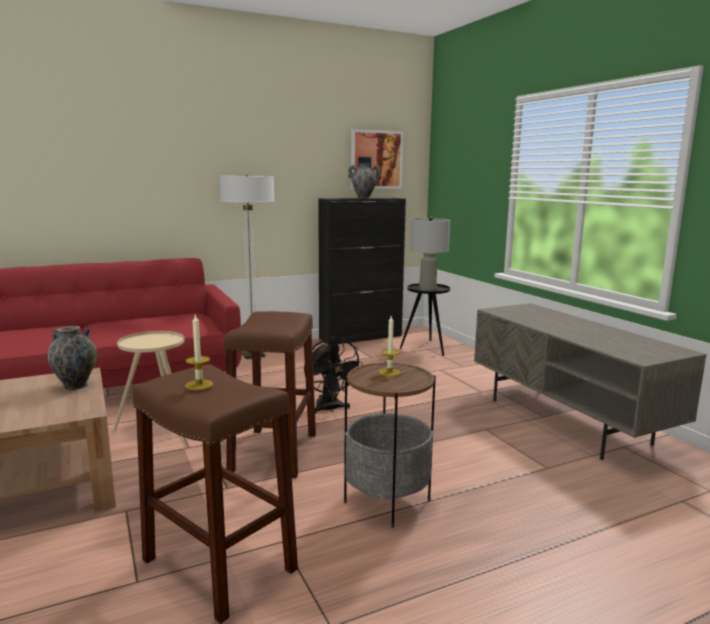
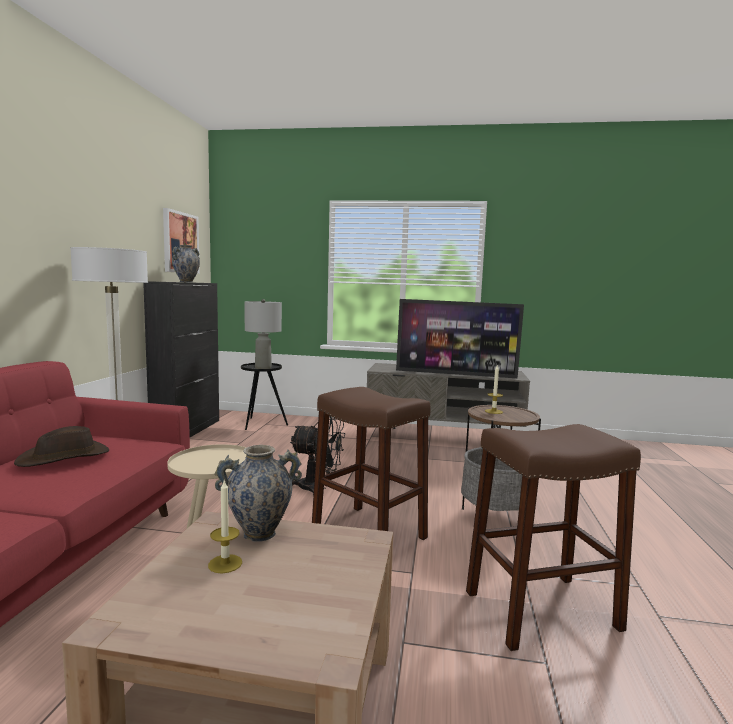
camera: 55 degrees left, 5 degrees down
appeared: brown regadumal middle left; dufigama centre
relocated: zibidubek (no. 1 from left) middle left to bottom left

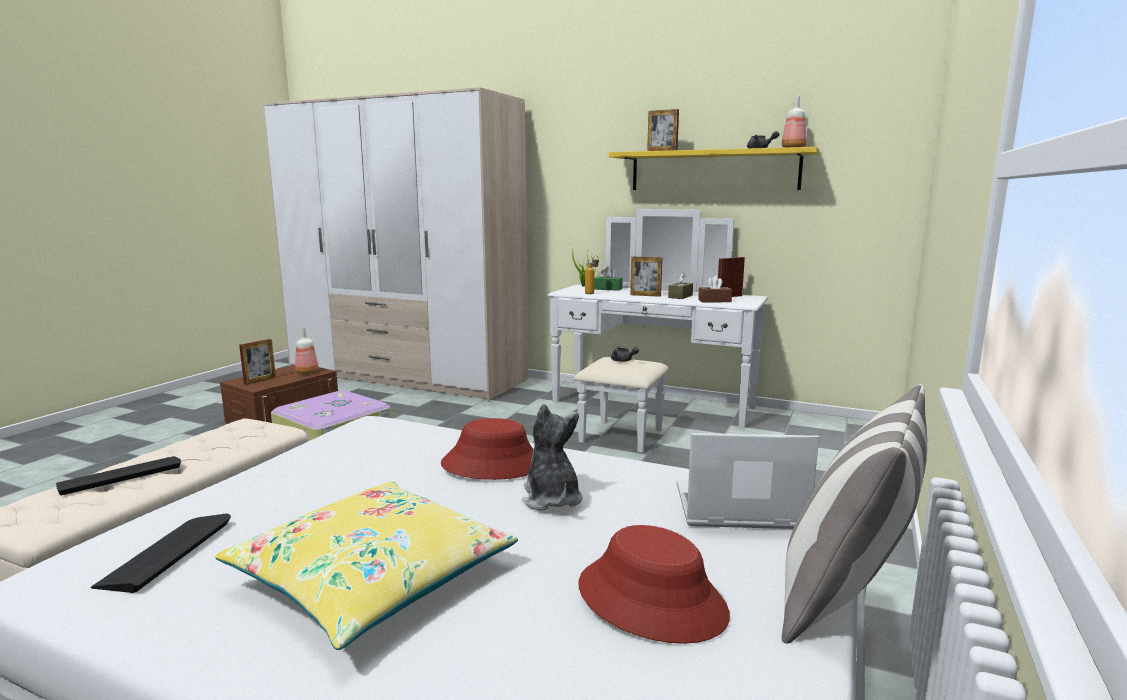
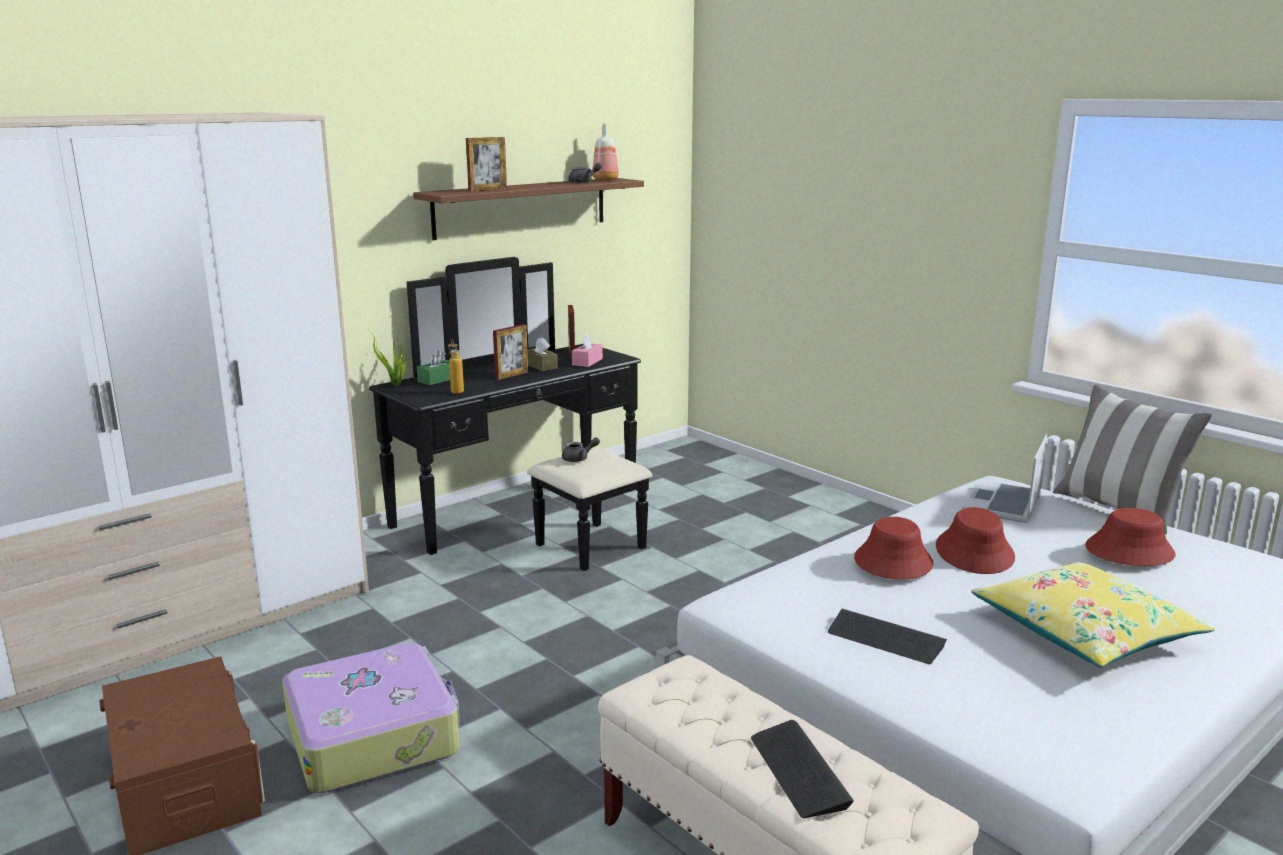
camera: 65 degrees left, 5 degrees up
missing: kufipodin (no. 1 from left) middle left; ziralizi (no. 1 from left) middle left
relocated: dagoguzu (no. 2 from left) bottom left to bottom right
exchanged: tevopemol centre to red regadumal (no. 2 from left) middle right
colour: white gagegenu centre to black gagegenu centre; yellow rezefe top centre to brown rezefe top centre; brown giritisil (no. 2 from left) centre to pink giritisil centre

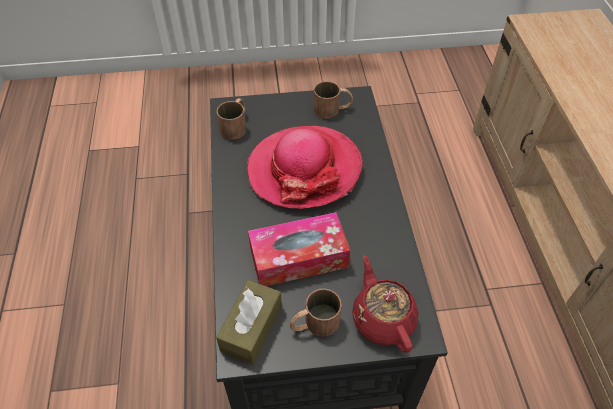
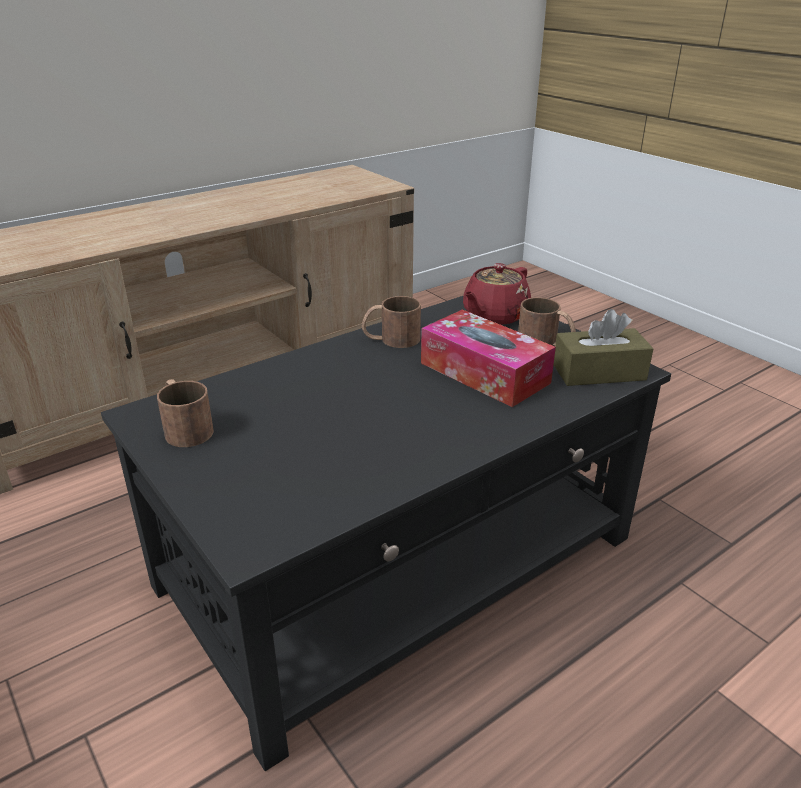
camera: 120 degrees left, 20 degrees down
missing: regadumal centre
relocated: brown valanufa (no. 1 from left in the first image) top centre to brown valanufa (no. 2 from left) centre

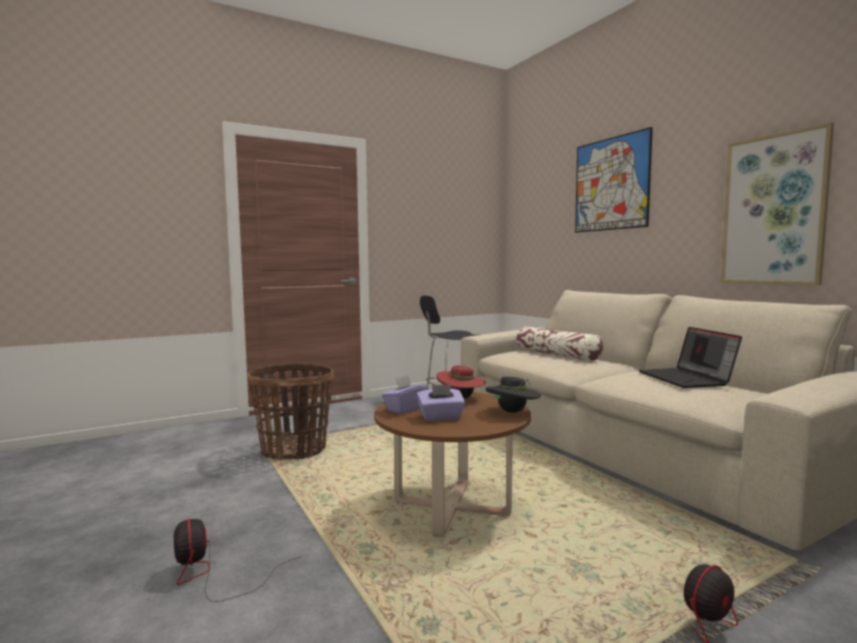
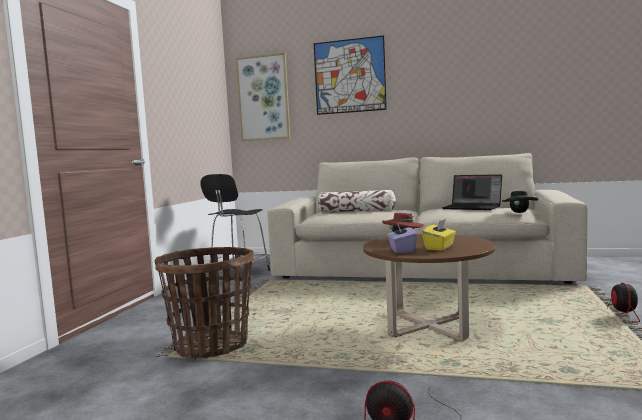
camera: 45 degrees left, 0 degrees up
relocated: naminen (no. 2 from left in the first image) top right to naminen (no. 1 from left) top centre; black regadumal centre to middle right
colour: purple giritisil (no. 2 from left) centre to yellow giritisil middle right

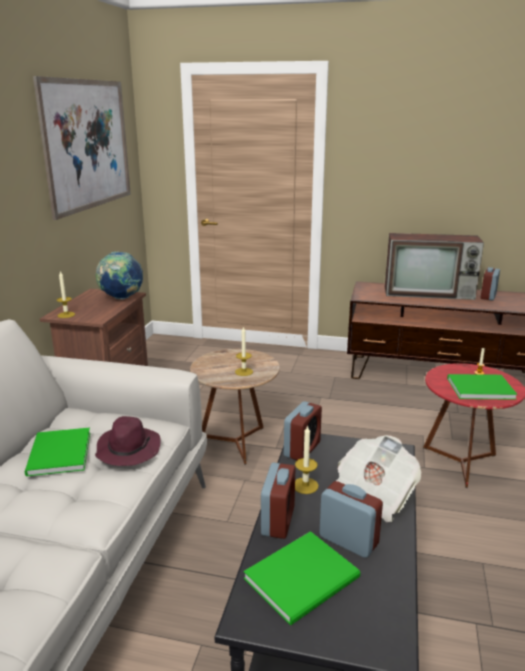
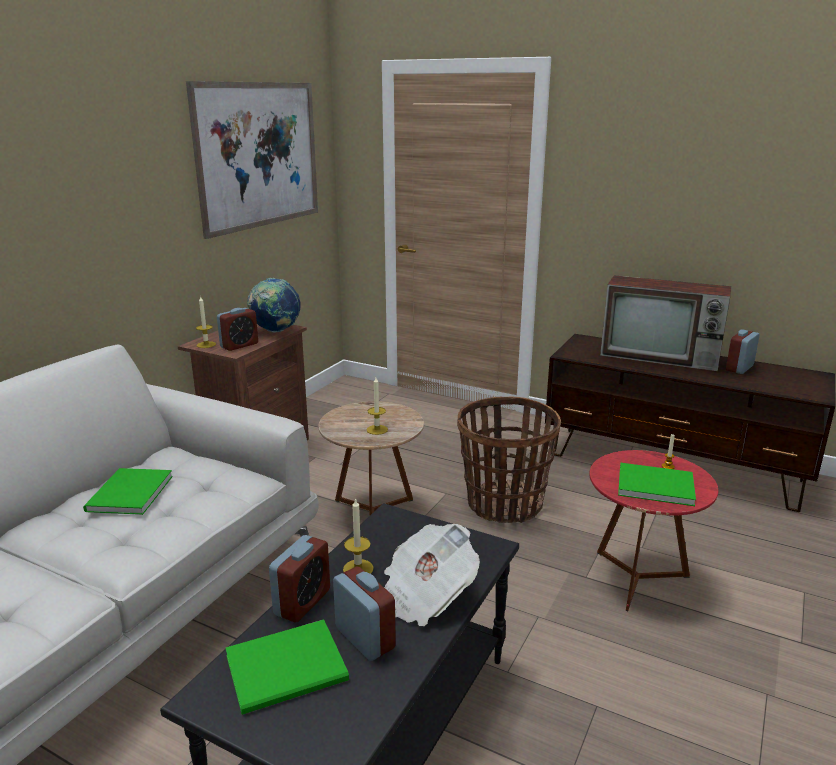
camera: 15 degrees right, 0 degrees up
missing: purple regadumal middle left
appeared: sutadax centre
relocated: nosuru (no. 2 from left in the first image) centre to nosuru (no. 1 from left) middle left

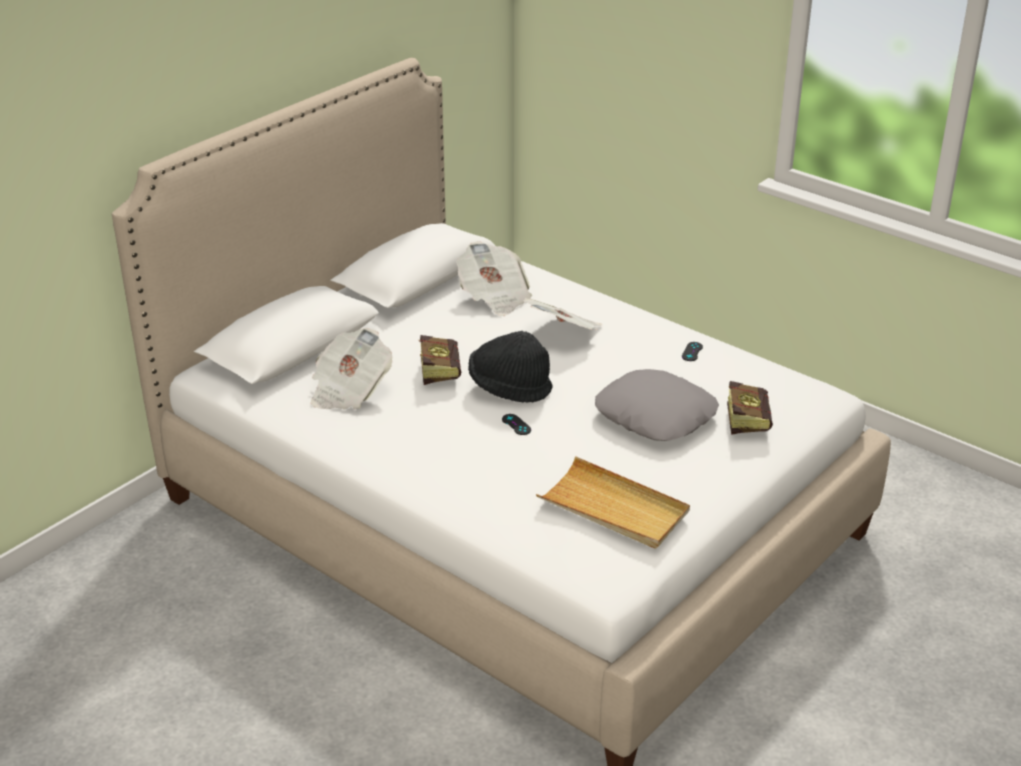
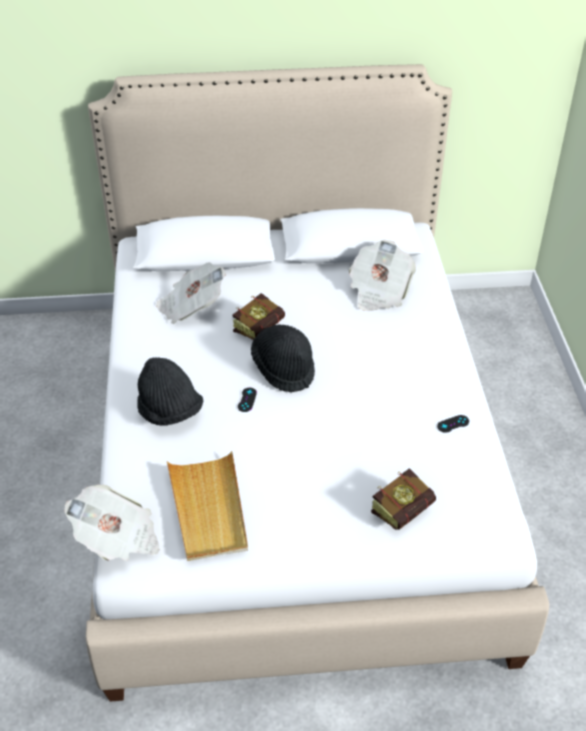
camera: 45 degrees right, 10 degrees up
missing: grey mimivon centre
appeared: black regadumal (no. 1 from left) middle left
relocated: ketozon (no. 3 from left in the first image) centre to ketozon (no. 1 from left) bottom left

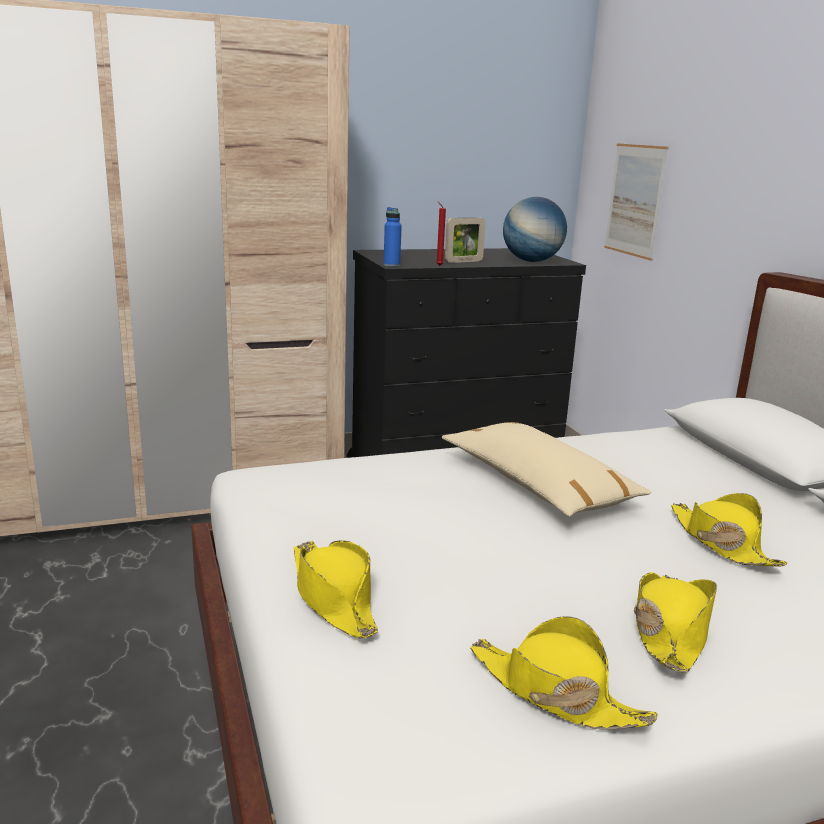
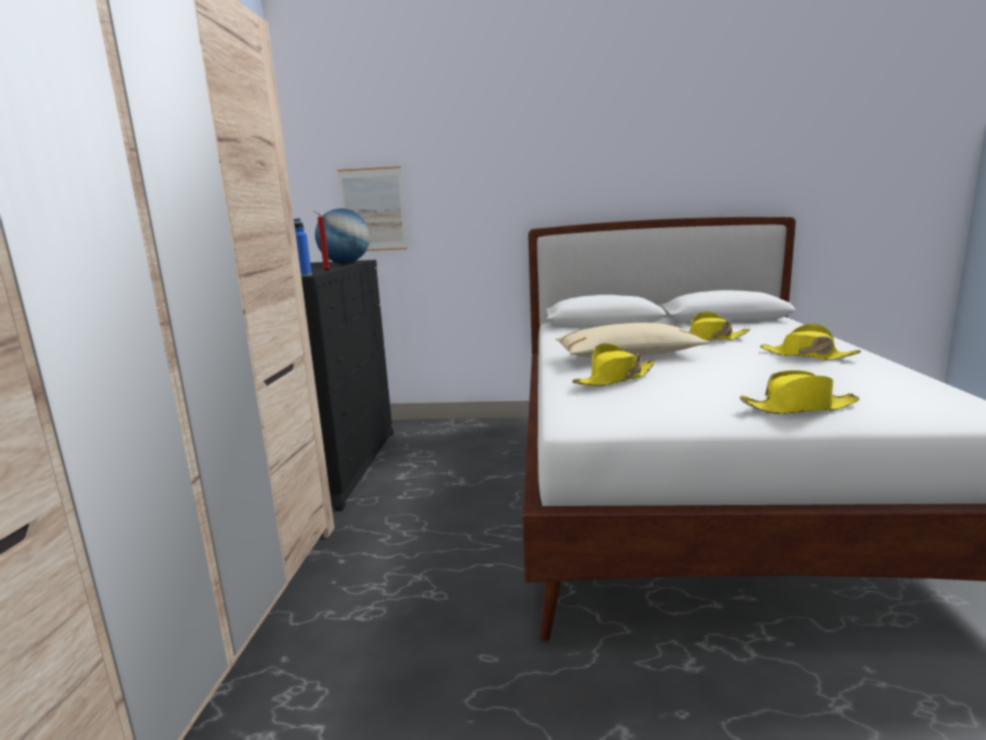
camera: 65 degrees left, 5 degrees down
missing: kufipodin top centre
relocated: yellow regadumal (no. 2 from left in the first image) bottom right to yellow regadumal (no. 1 from left) centre

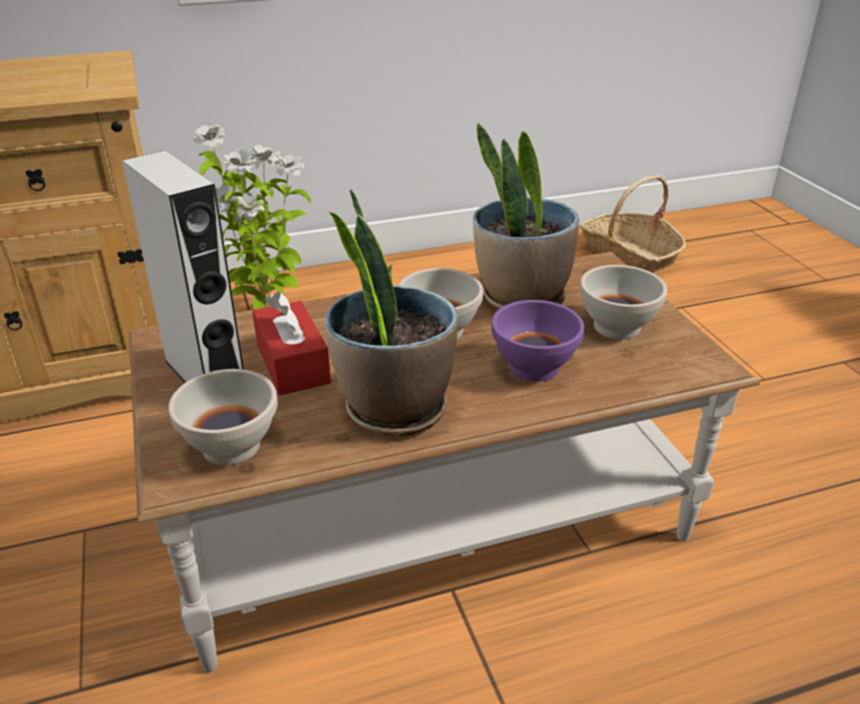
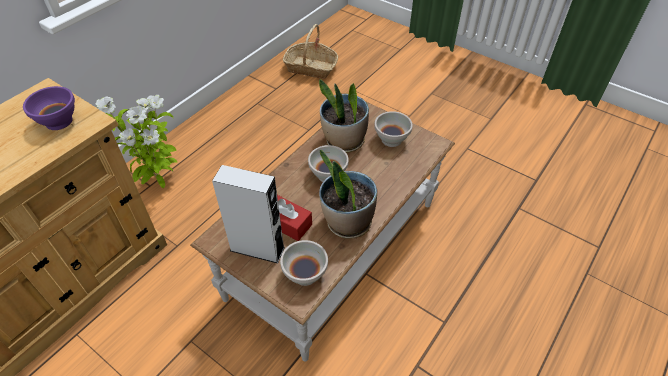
camera: 35 degrees left, 15 degrees up
relocated: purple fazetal centre to top left

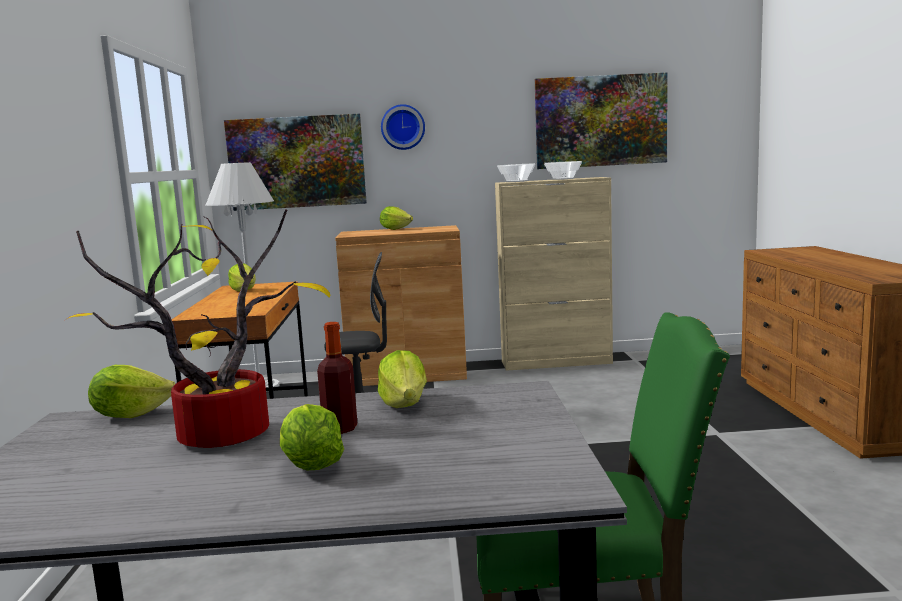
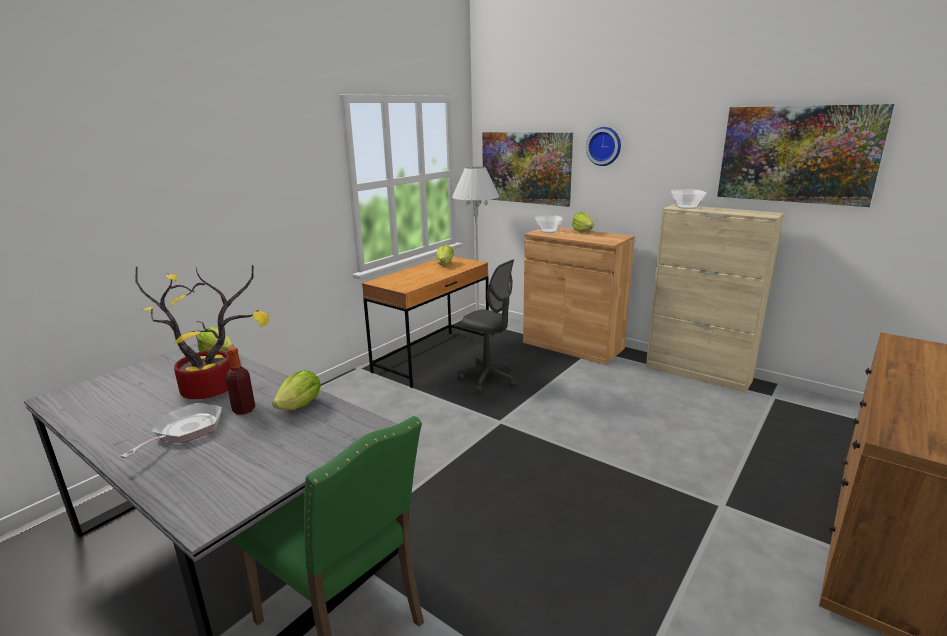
camera: 40 degrees right, 10 degrees up
relocated: fazetal (no. 2 from left in the first image) top centre to fazetal (no. 1 from left) centre
exchanged: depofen (no. 3 from left) bottom centre to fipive bottom left

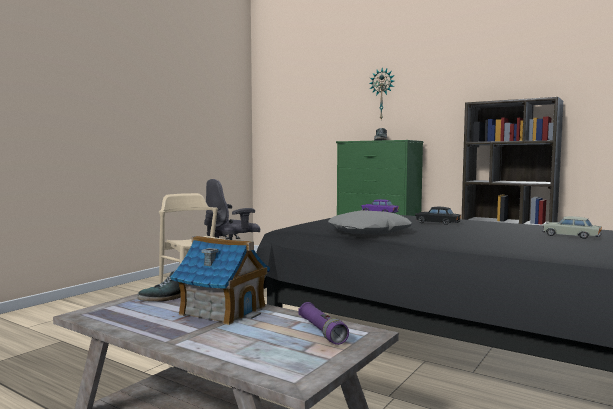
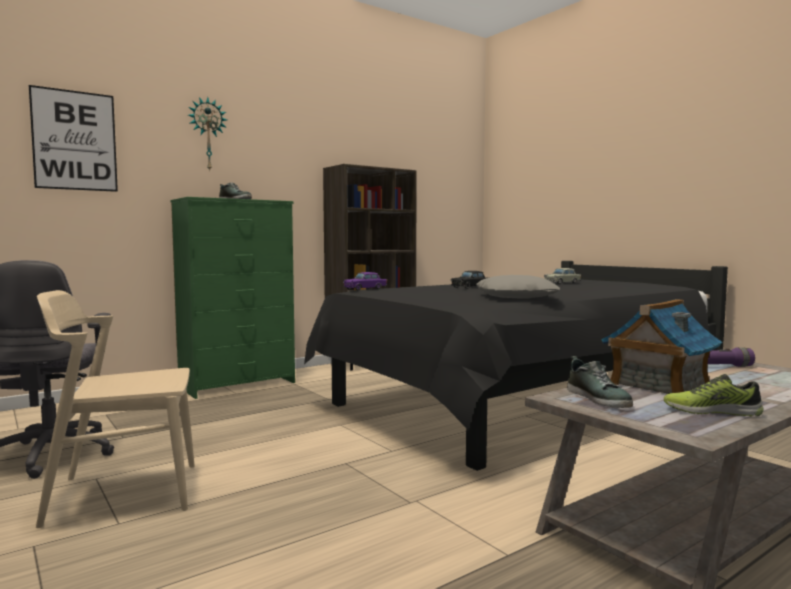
camera: 70 degrees left, 0 degrees up
appeared: naminen top left; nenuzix (no. 3 from left) bottom right

